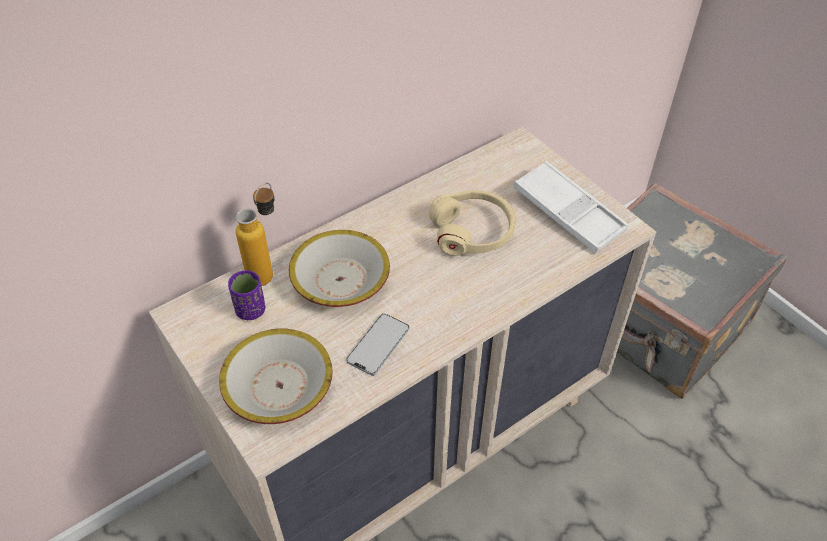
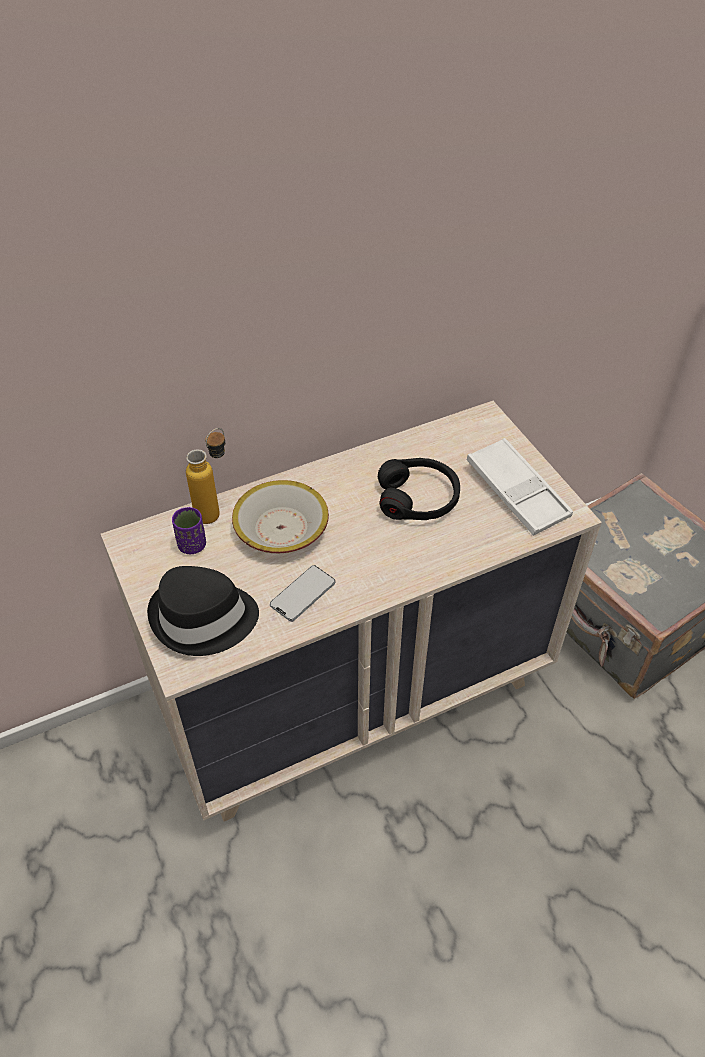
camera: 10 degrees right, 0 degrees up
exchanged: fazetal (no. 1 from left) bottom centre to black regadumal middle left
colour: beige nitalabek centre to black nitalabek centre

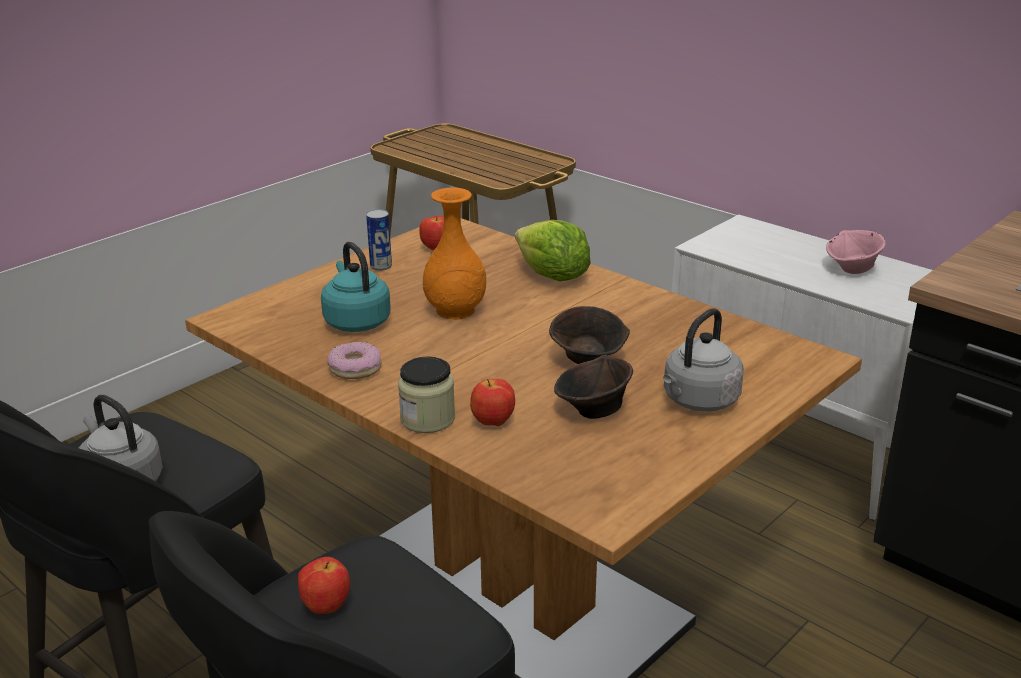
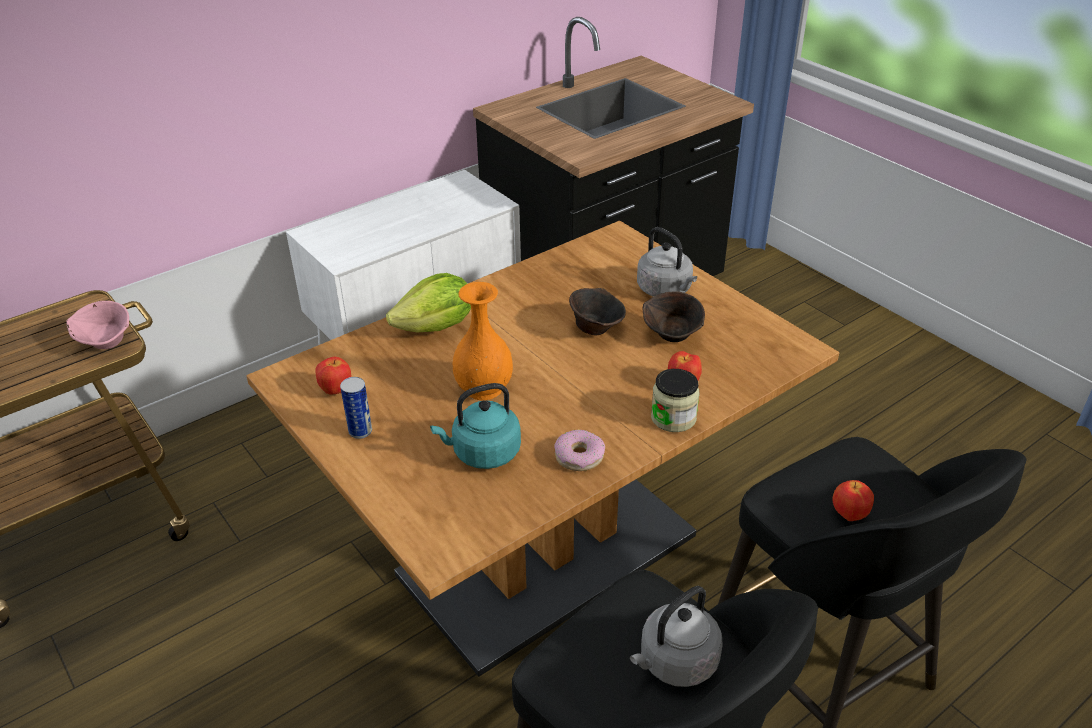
camera: 80 degrees left, 10 degrees up
relocated: pink fazetal middle right to middle left

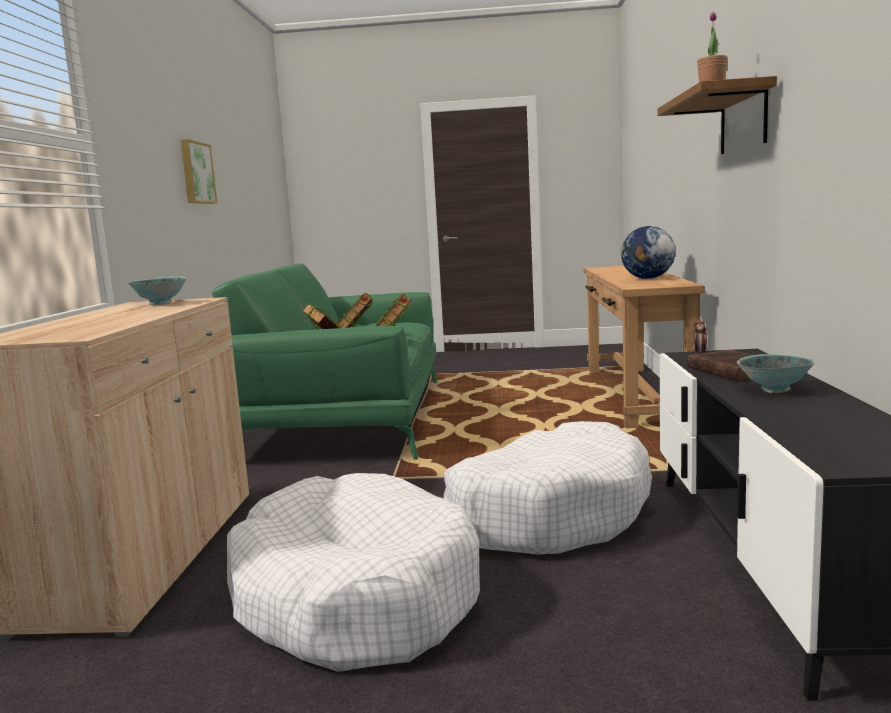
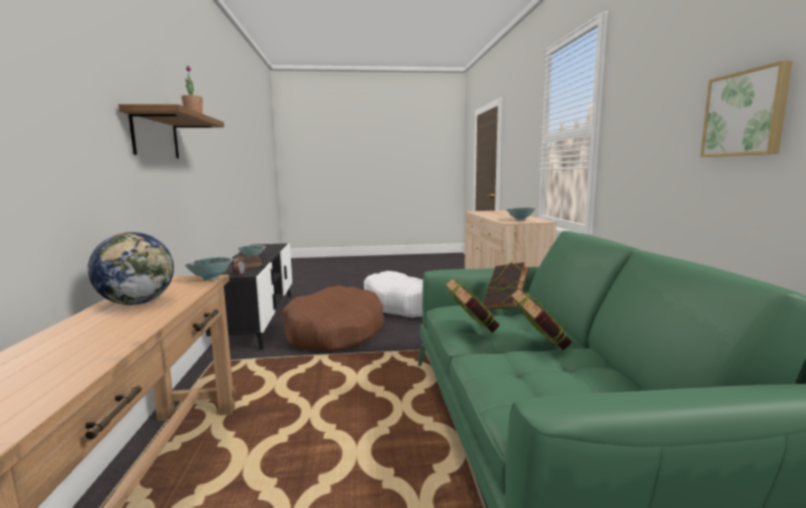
camera: 170 degrees right, 0 degrees up
appeared: fazetal (no. 1 from left) middle left
colour: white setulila (no. 2 from left) bottom centre to brown setulila centre

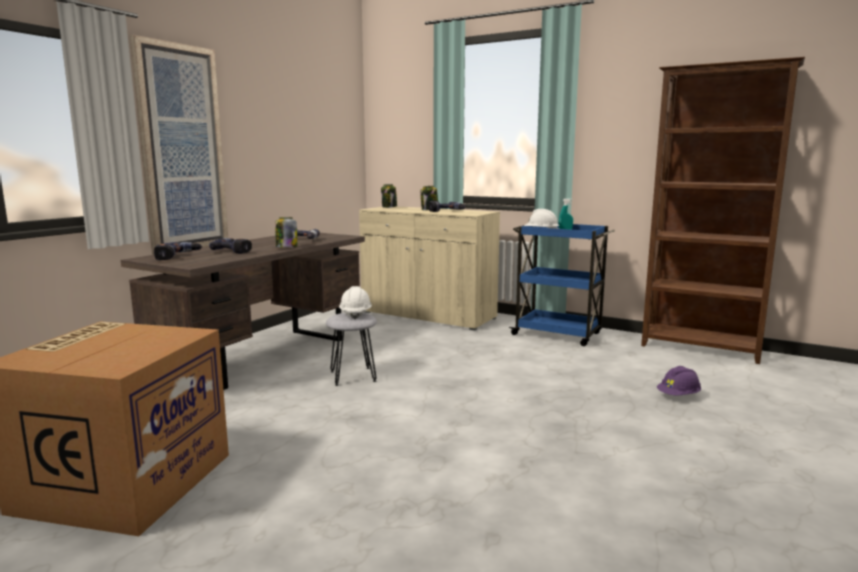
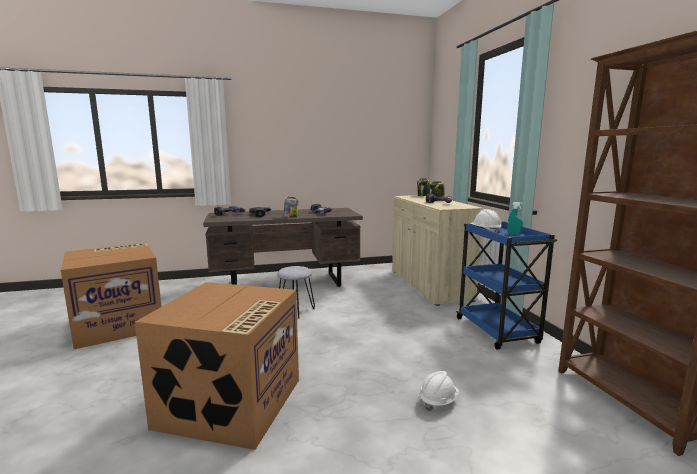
camera: 45 degrees right, 0 degrees up
missing: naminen top left; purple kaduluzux middle right
appeared: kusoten (no. 2 from left) bottom left
relocated: white kaduluzux (no. 1 from left) centre to bottom centre

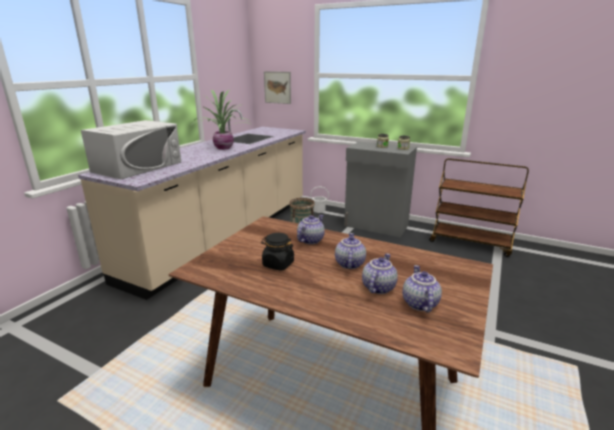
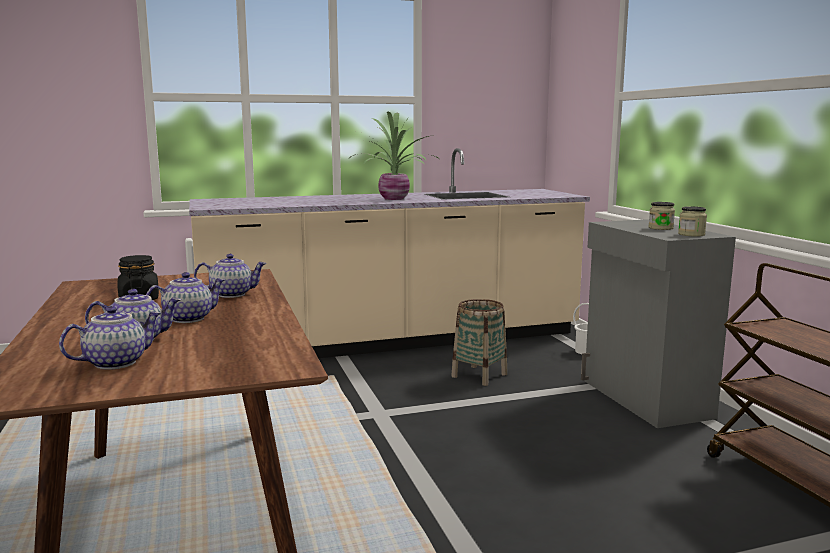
camera: 45 degrees right, 10 degrees down
missing: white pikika middle left; naminen top centre

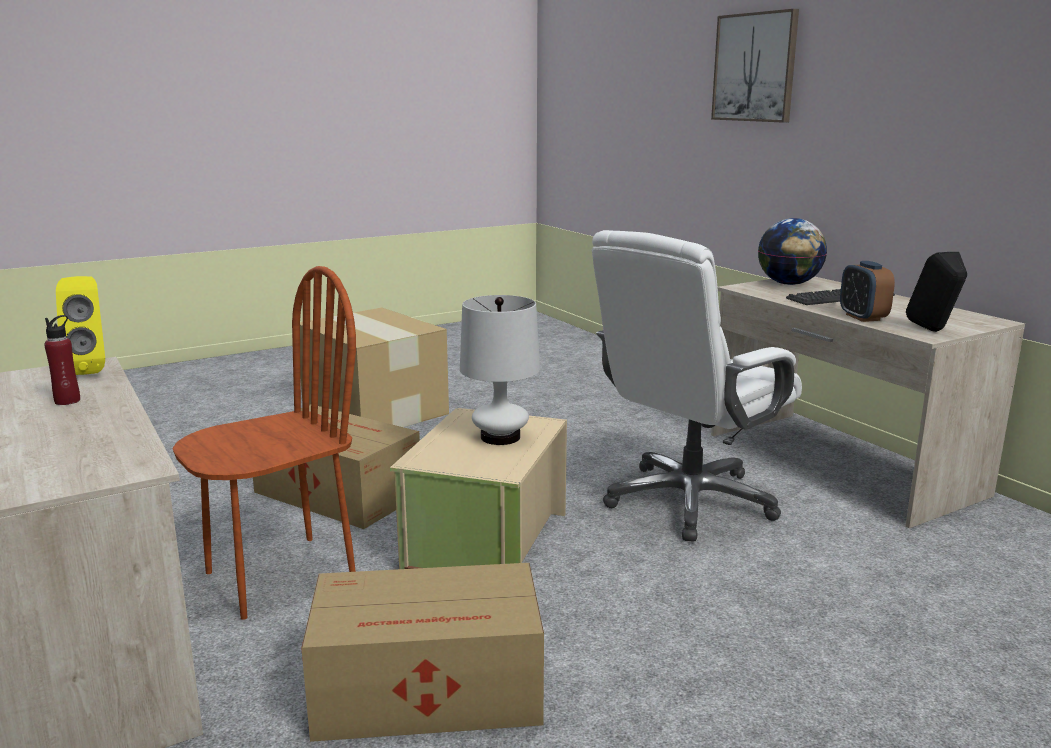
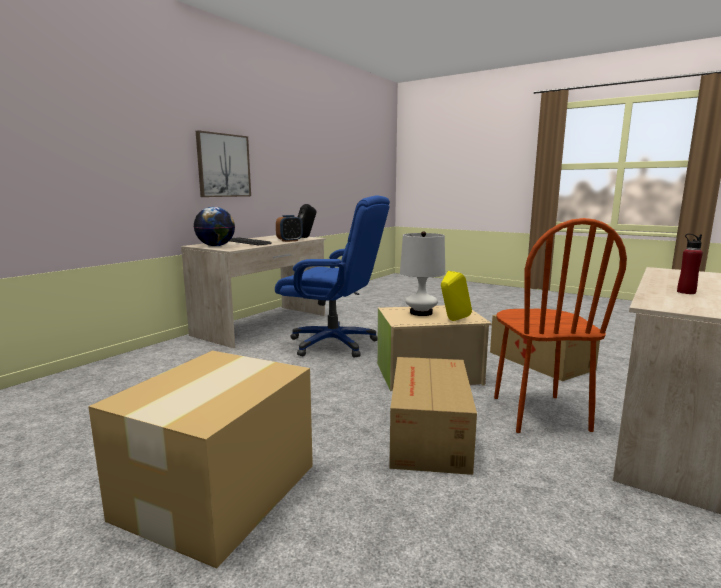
camera: 115 degrees left, 5 degrees down
relocated: naminen top right to top left; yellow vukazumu middle left to centre
colour: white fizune centre to blue fizune centre
spun: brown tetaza middle left = middle right 120 degrees counterclockwise

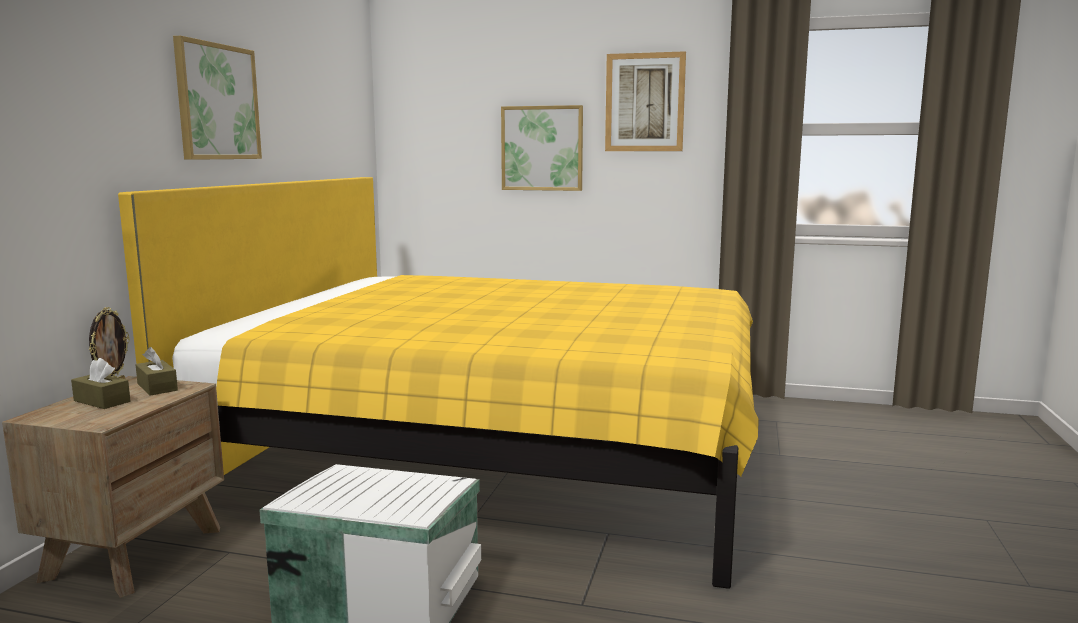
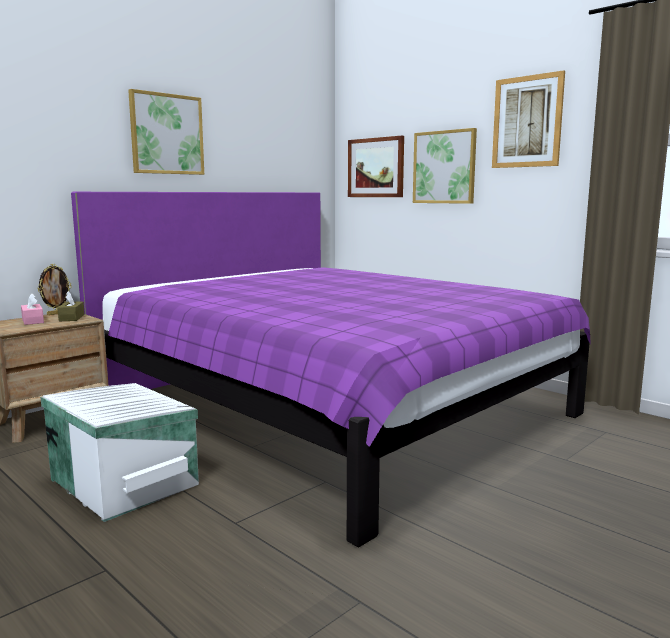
camera: 30 degrees right, 0 degrees up
appeared: naminen (no. 2 from left) top centre
colour: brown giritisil (no. 1 from left) middle left to pink giritisil middle left; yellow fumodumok centre to purple fumodumok centre

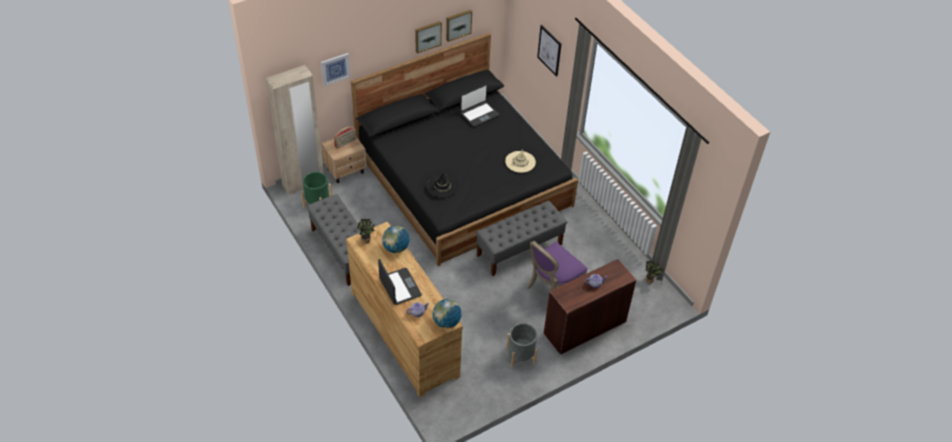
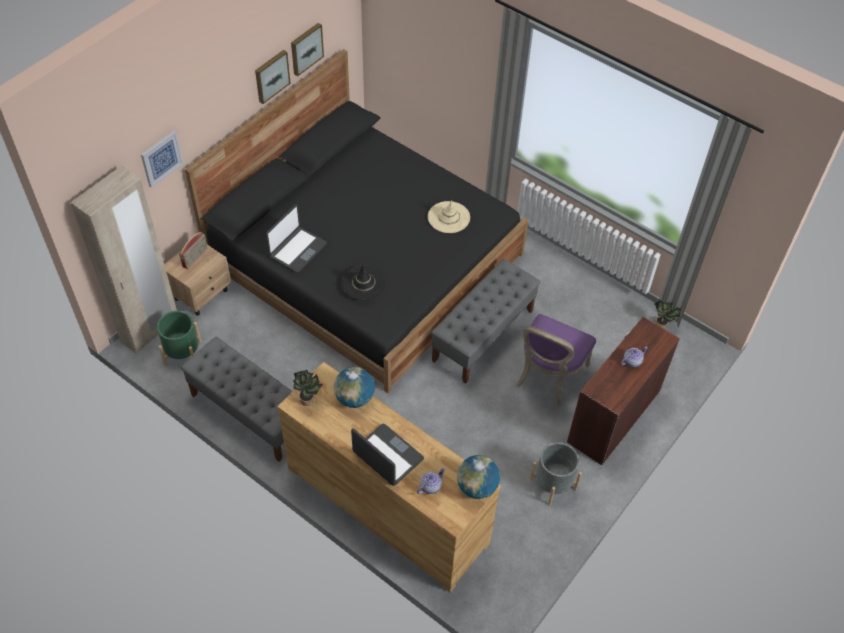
camera: 20 degrees left, 5 degrees up
missing: naminen (no. 4 from left) top centre
relocated: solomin (no. 2 from left in the first image) top centre to solomin (no. 1 from left) centre

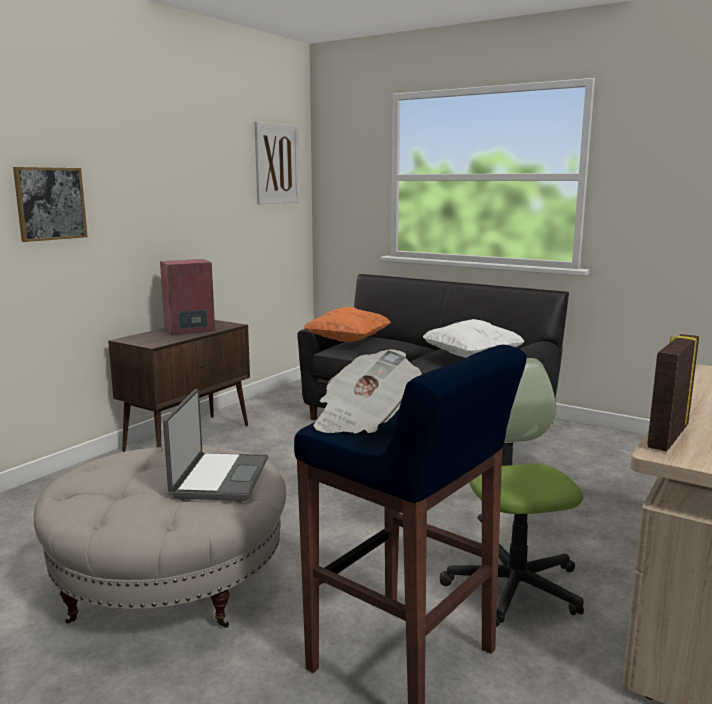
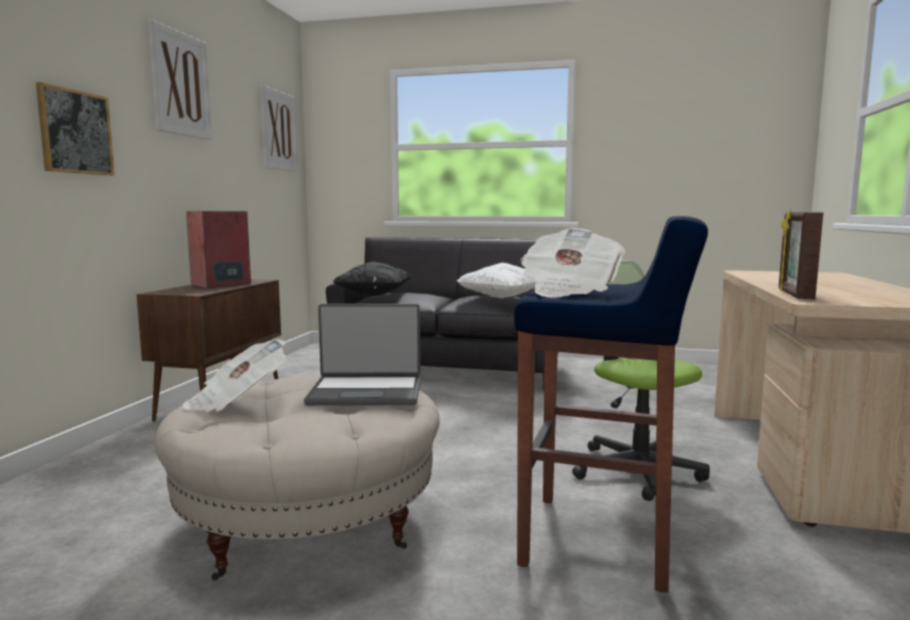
camera: 20 degrees left, 5 degrees down
appeared: naminen (no. 2 from left) top left; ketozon (no. 1 from left) middle left
colour: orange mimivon centre to black mimivon centre
spun: solomin middle left = centre 105 degrees clockwise

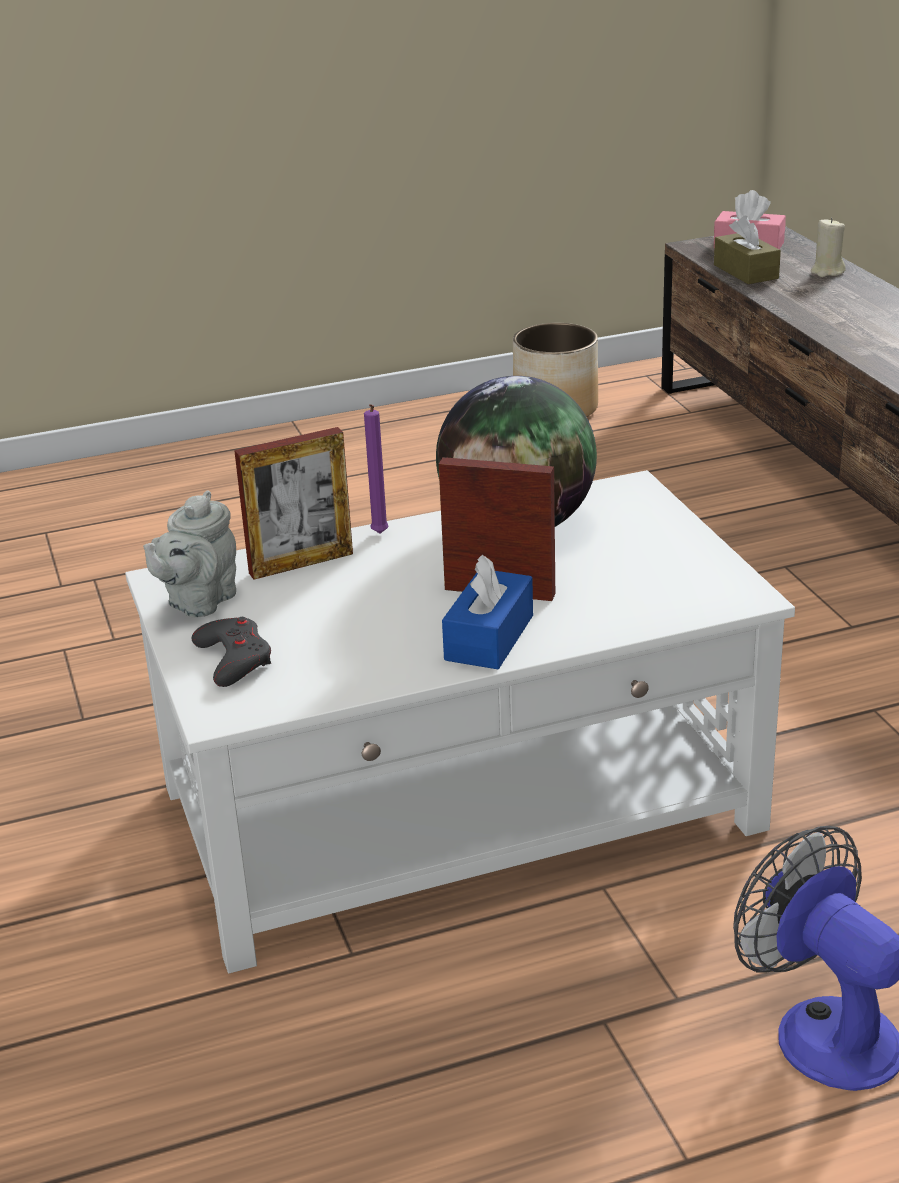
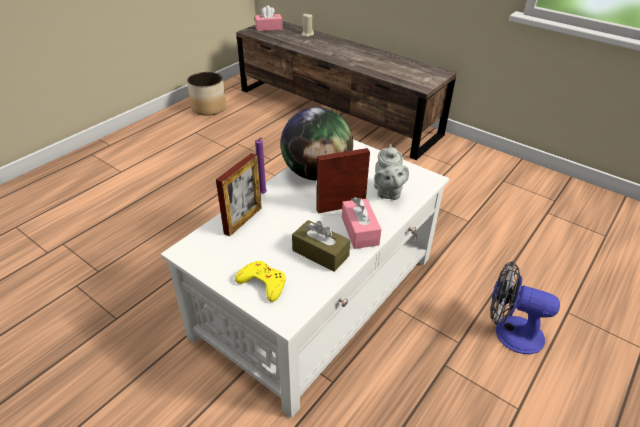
camera: 35 degrees left, 10 degrees up
relocated: brown giritisil top right to centre; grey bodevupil middle left to centre
colour: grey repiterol middle left to yellow repiterol centre; blue giritisil centre to pink giritisil (no. 2 from left) centre

